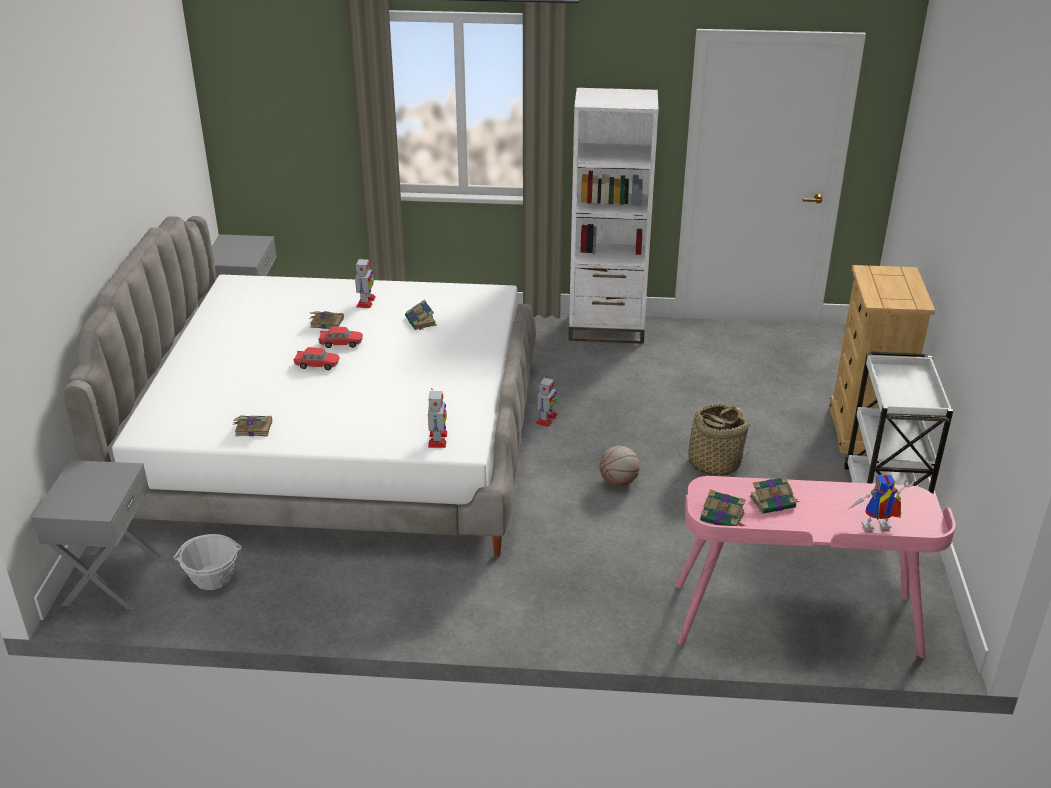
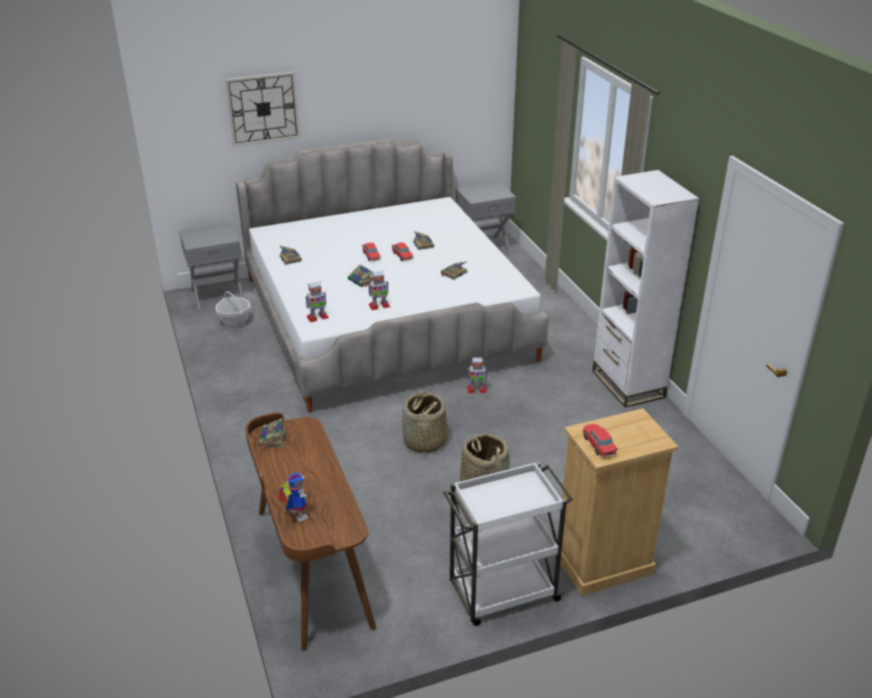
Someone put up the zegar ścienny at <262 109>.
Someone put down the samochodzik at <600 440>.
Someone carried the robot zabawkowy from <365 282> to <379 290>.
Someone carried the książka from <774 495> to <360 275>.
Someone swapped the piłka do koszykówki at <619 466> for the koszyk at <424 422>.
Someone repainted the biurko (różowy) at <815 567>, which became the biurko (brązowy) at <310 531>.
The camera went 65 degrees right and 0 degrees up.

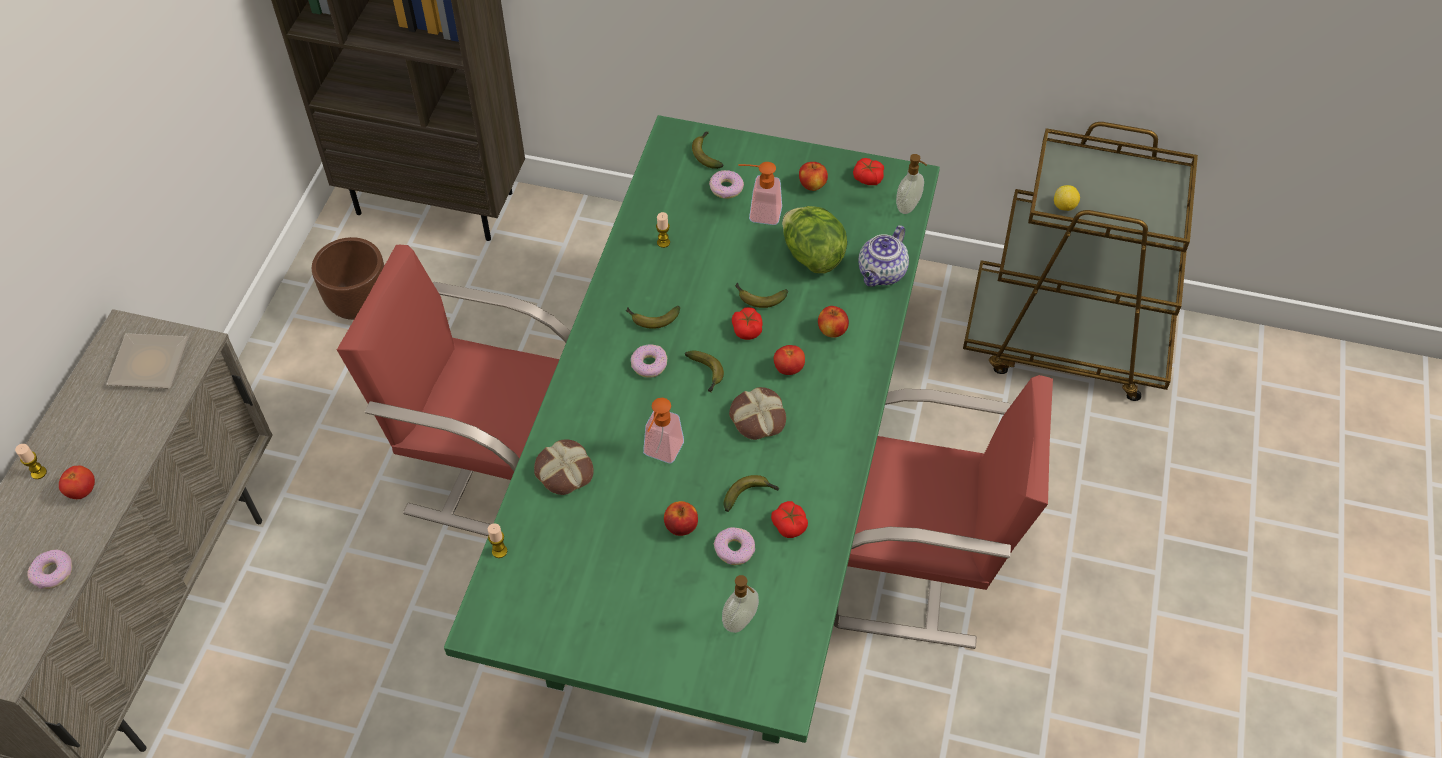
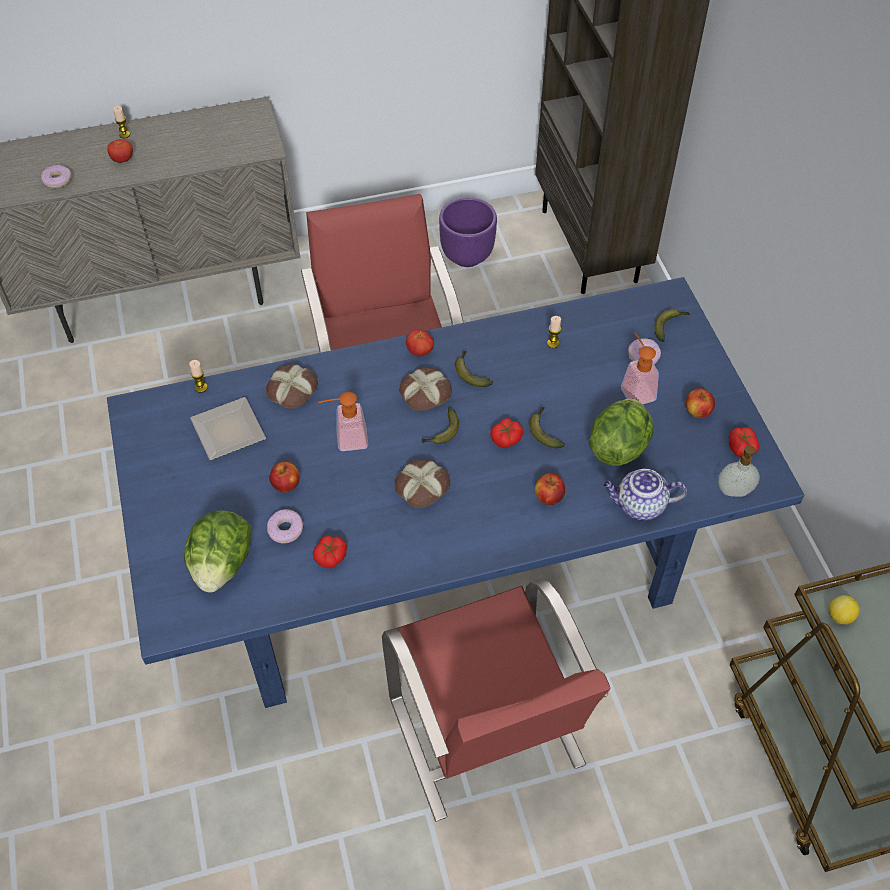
Someone took away the banan at <751 493>.
Someone carried the talerz from <147 360> to <228 428>.
Someone carried the pomidor from <789 360> to <420 342>.
Someone swapped the donut at <649 361> for the chleb at <425 389>.
Someone swapped the dozownik mydła at <740 604> for the sałata at <218 552>.
Someone repainted the donica (brązowy) at <348 278>, which became the donica (fioletowy) at <468 232>.
Someone repainted the stół jadalny (zielony) at <692 429>, which became the stół jadalny (niebieski) at <455 492>.
The camera went 60 degrees right and 0 degrees up.

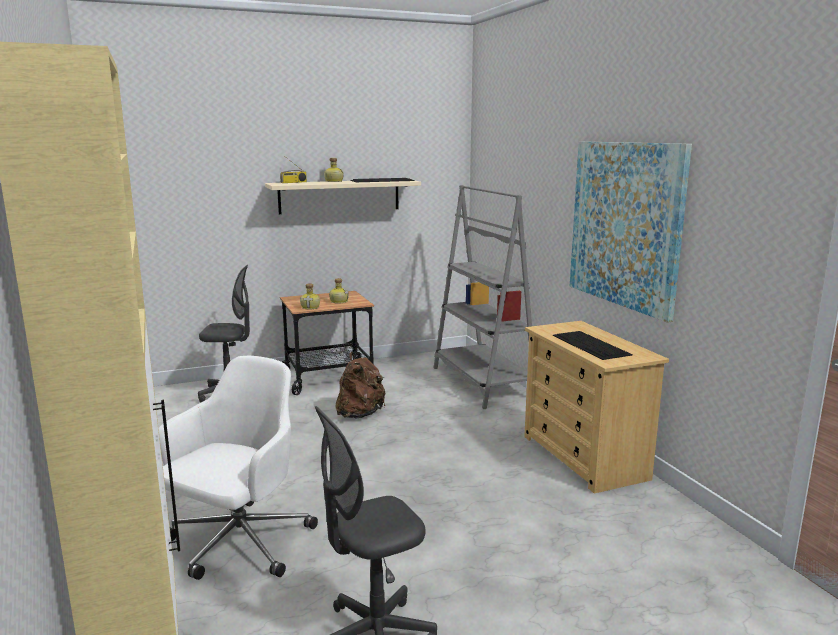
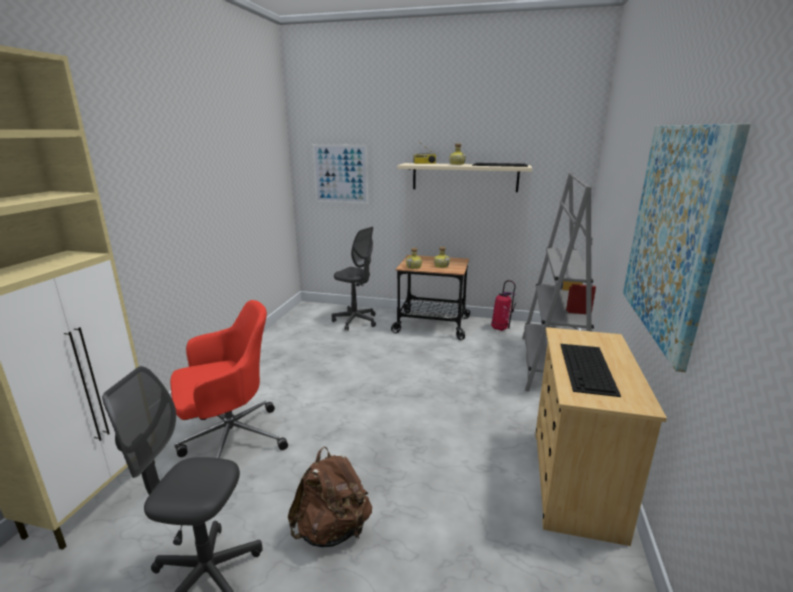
Someone put up the obraz at <340 174>.
Someone put down the gaśnica at <503 305>.
Someone carried the plecak (brązowy) from <360 385> to <330 497>.
Someone repainted the krzesło biurowe (biały) at <238 468>, which became the krzesło biurowe (czerwony) at <229 379>.
The camera went 35 degrees right and 5 degrees up.

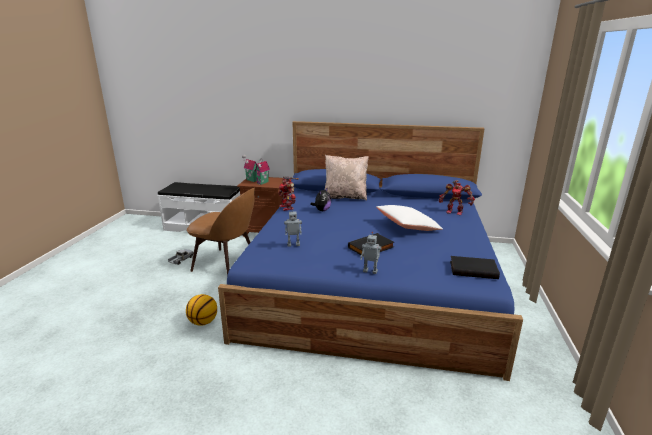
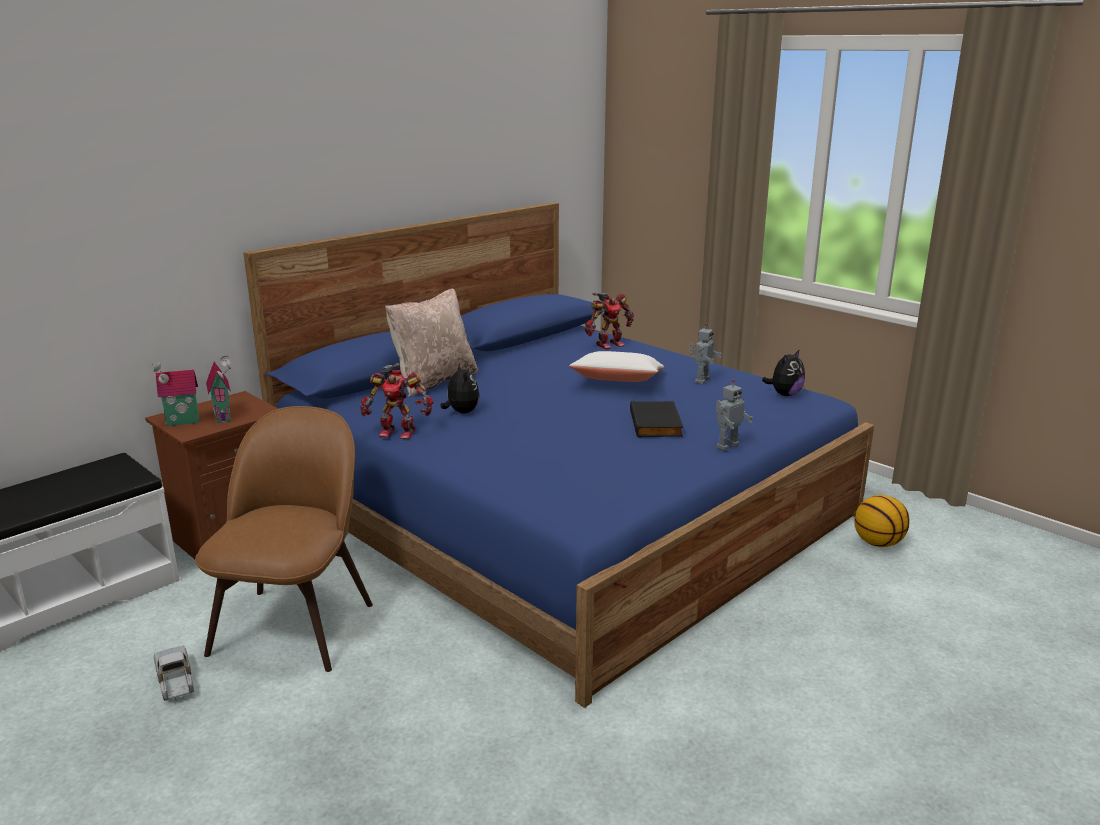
Someone carried the piłka do koszykówki from <201 310> to <882 521>.
Someone carried the robot zabawkowy from <293 227> to <705 353>.
Someone swapped the książka (czarny) at <475 267> for the pluszak at <783 372>.
Someone rotated the krzesło (brązowy) at <221 231> by 45 degrees counterclockwise.
The camera went 55 degrees left and 0 degrees up.

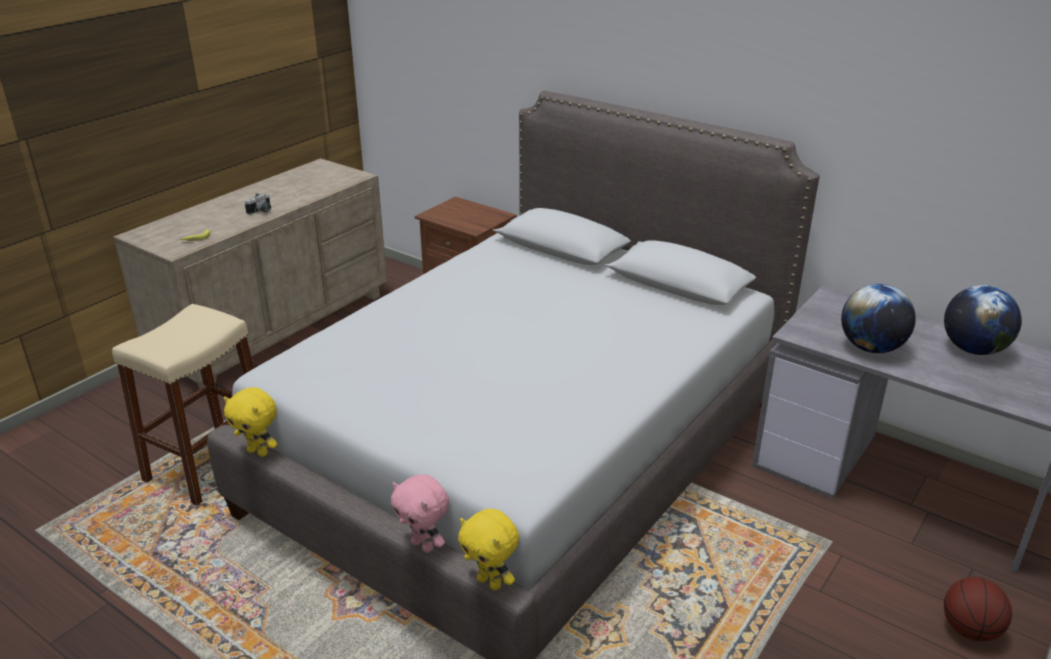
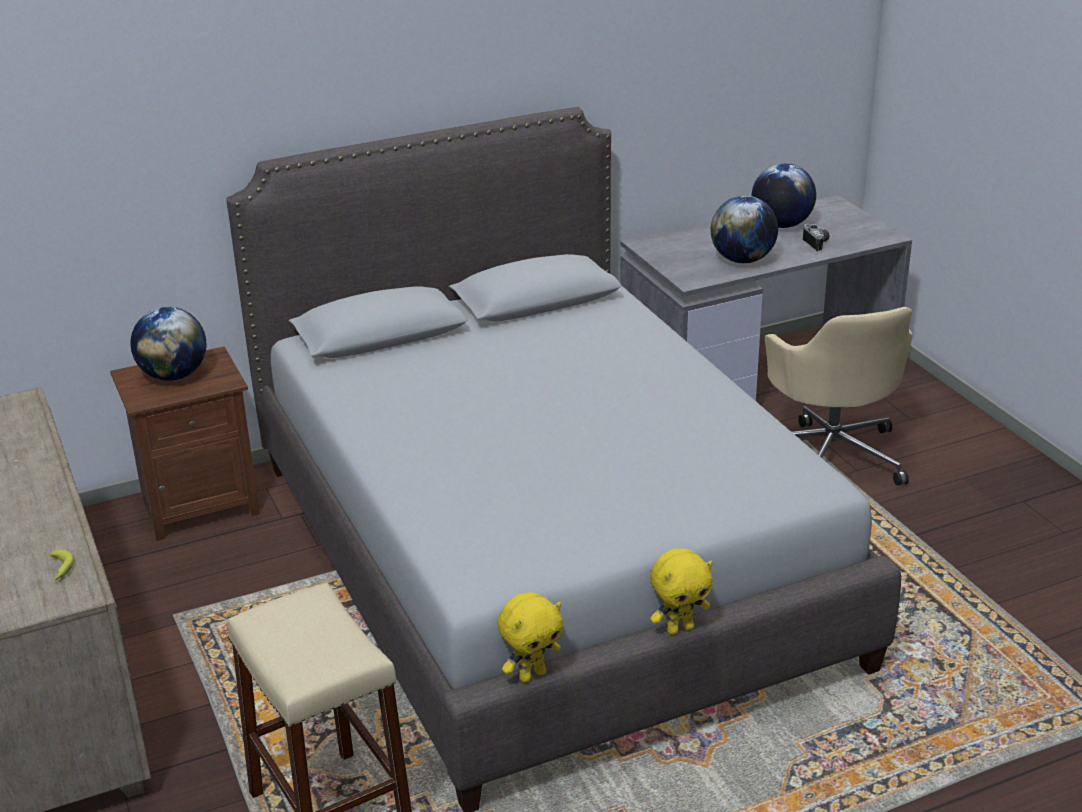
Someone took away the pluszak (różowy) at <420 513>.
Someone took away the piłka do koszykówki at <978 609>.
Someone put down the globus at <168 344>.
Someone put down the krzesło biurowe (beżowy) at <839 396>.
Someone carried the aparat fotograficzny from <258 204> to <816 237>.
Someone carried the pluszak (żółty) from <488 549> to <681 591>.
The camera went 60 degrees left and 0 degrees up.

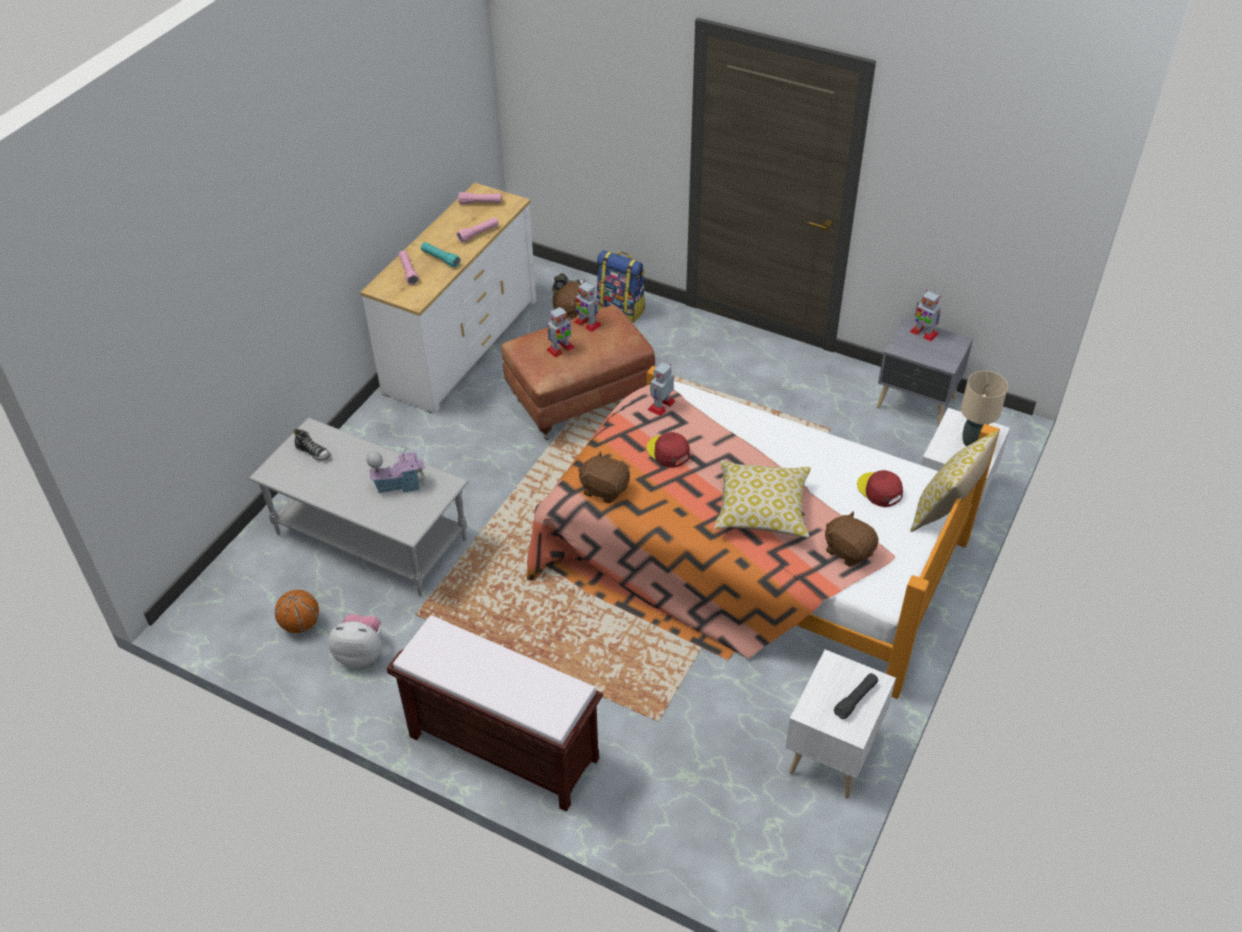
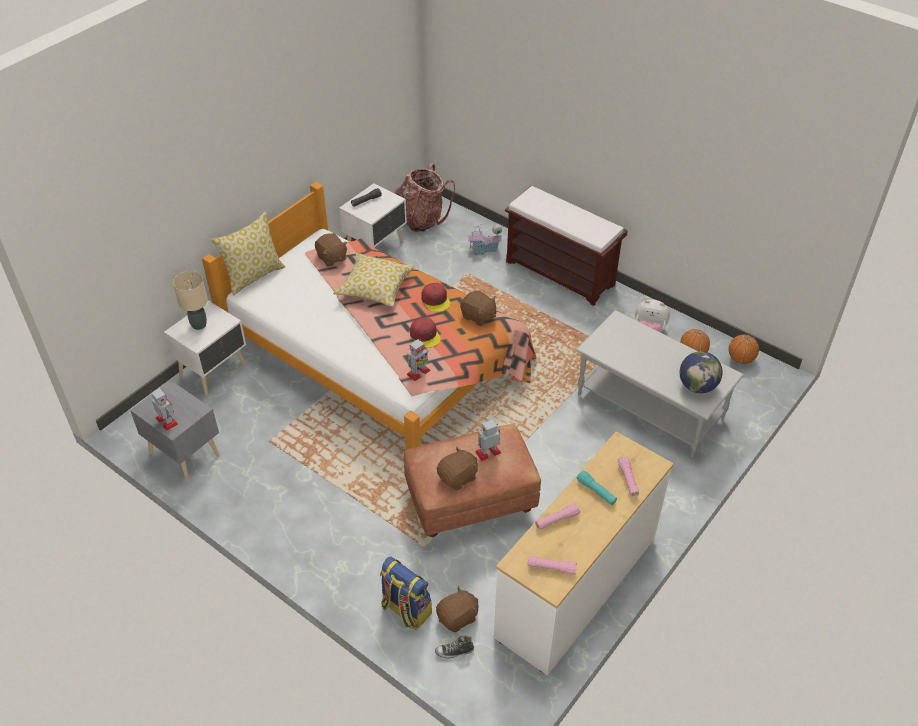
Someone put down the plecak at <424 197>.
Someone put down the piłka do koszykówki at <743 349>.
Someone carried the domek from <396 470> to <485 240>.
Someone carried the czapka z daszkiem (czerwony) from <880 488> to <436 297>.
Someone swapped the but at <312 444> for the globus at <701 372>.
Someone swapped the robot zabawkowy at <588 306> for the pluszak (brązowy) at <457 468>.
The camera went 170 degrees left and 0 degrees up.

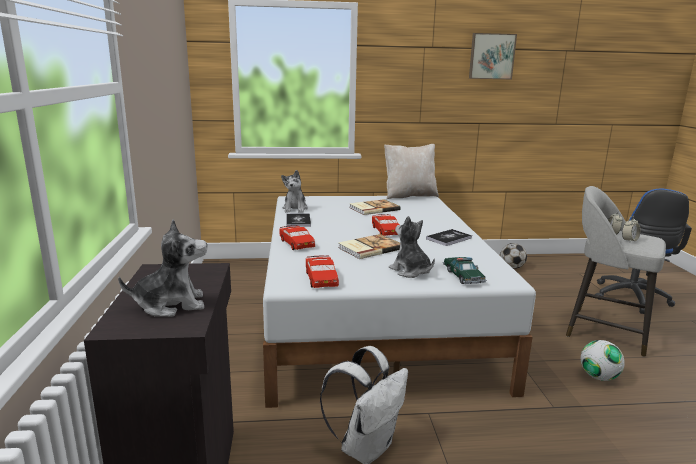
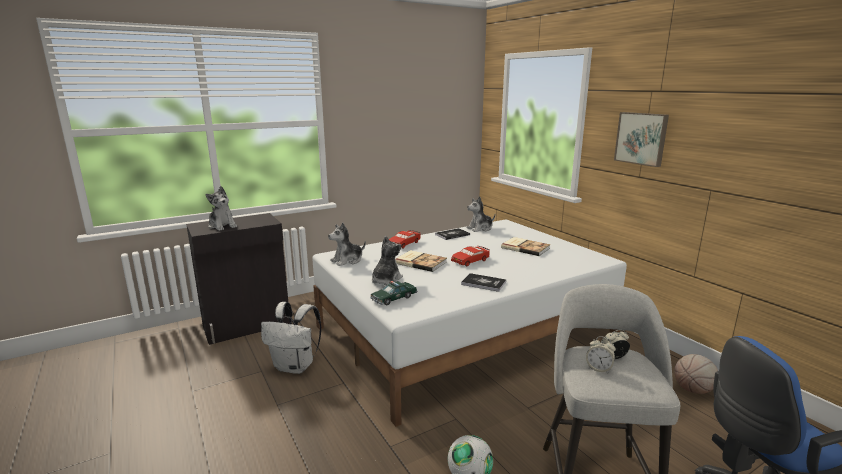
Someone took away the poduszka (beżowy) at <411 171>.
Someone carried the obraz from <493 56> to <641 139>.
Someone swapped the samochodzik (czerwony) at <322 271> for the pluszak at <347 244>.
Someone swapped the piłka futbolowa at <513 256> for the piłka do koszykówki at <696 374>.
The camera went 65 degrees right and 0 degrees up.

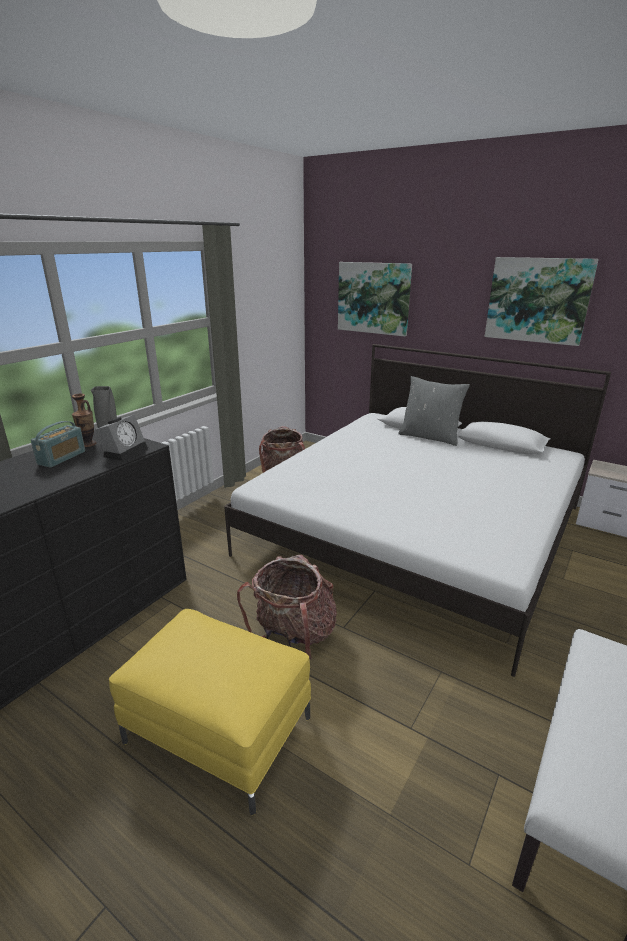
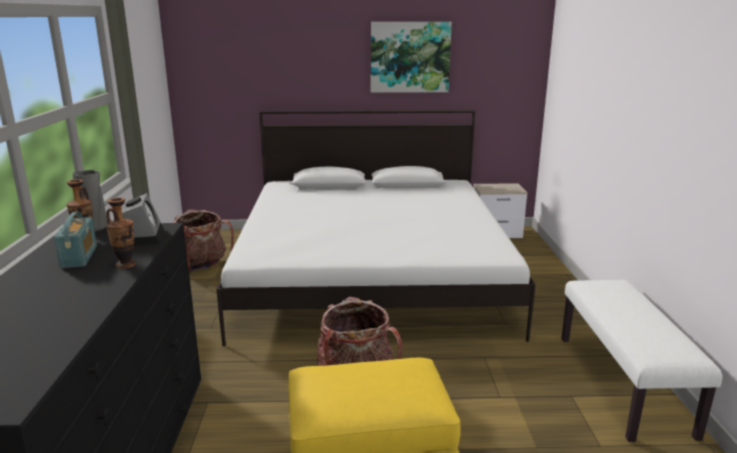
Someone took away the obraz at <375 299>.
Someone took away the poduszka (szary) at <434 411>.
Someone put down the wazon at <121 233>.
The camera went 35 degrees left and 5 degrees down.

